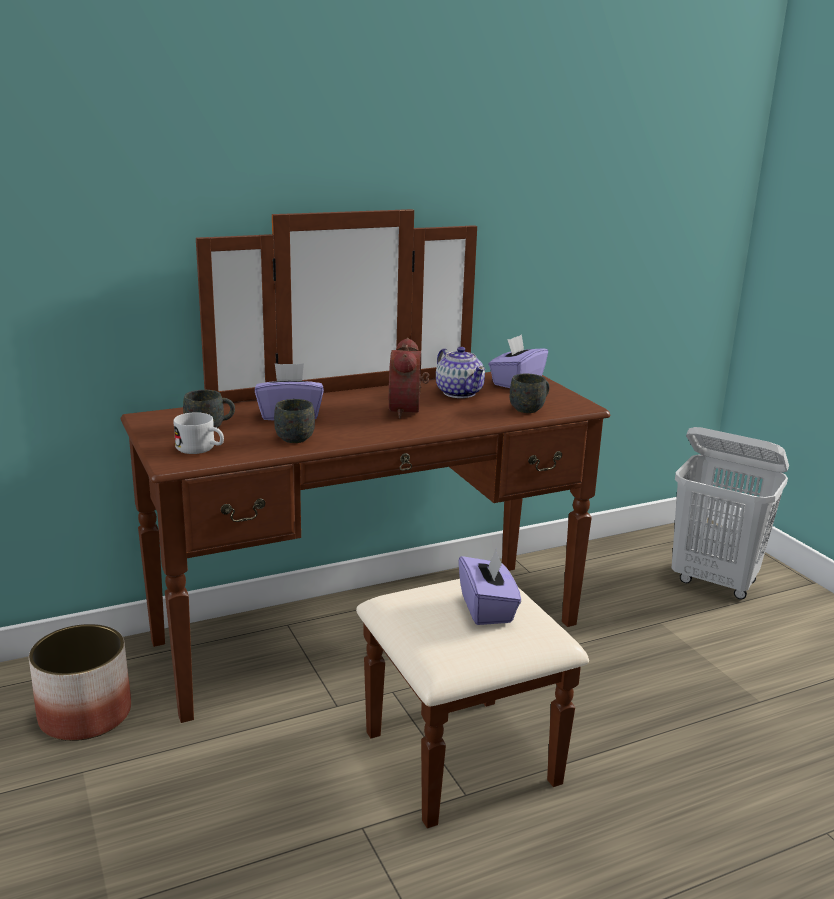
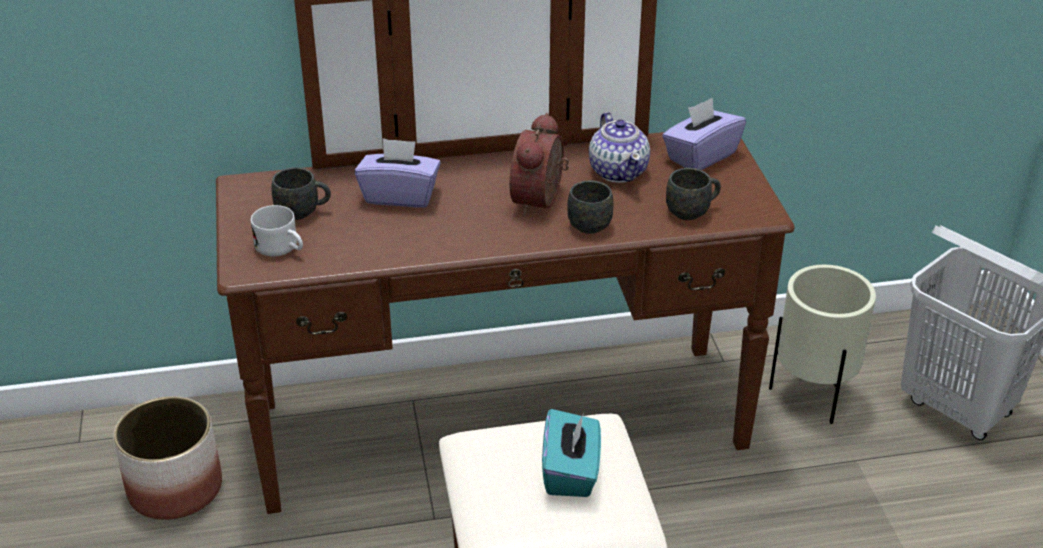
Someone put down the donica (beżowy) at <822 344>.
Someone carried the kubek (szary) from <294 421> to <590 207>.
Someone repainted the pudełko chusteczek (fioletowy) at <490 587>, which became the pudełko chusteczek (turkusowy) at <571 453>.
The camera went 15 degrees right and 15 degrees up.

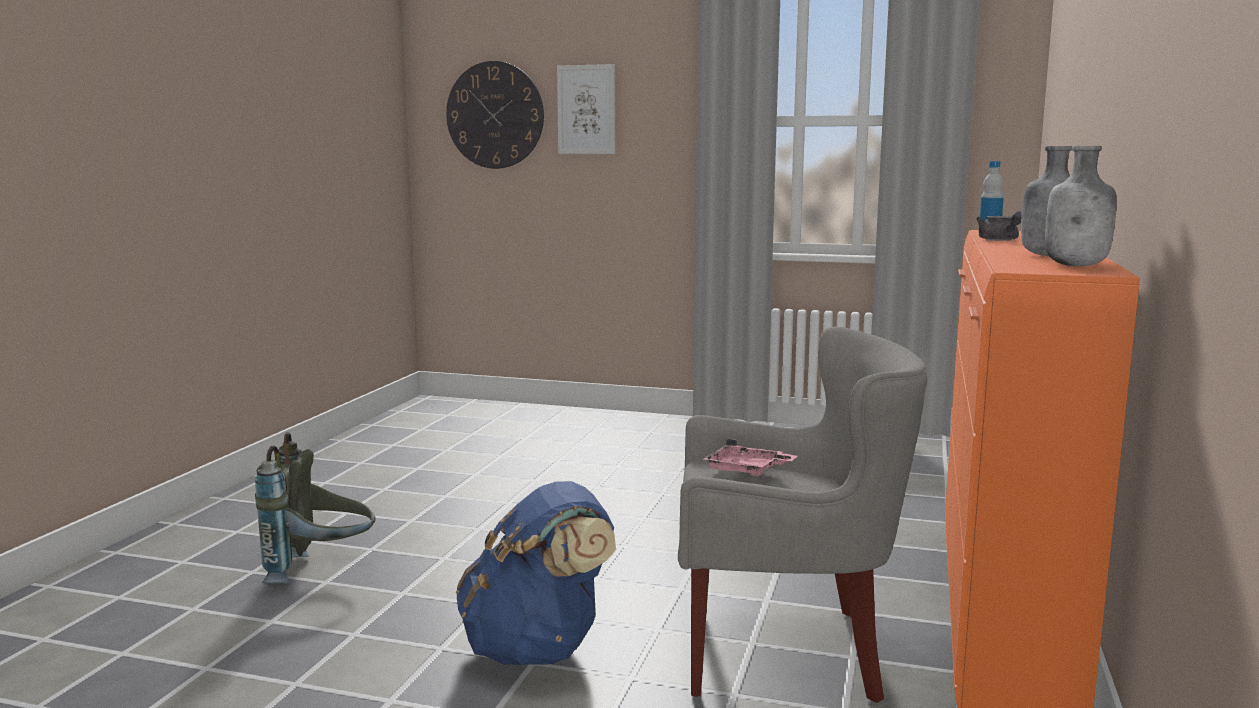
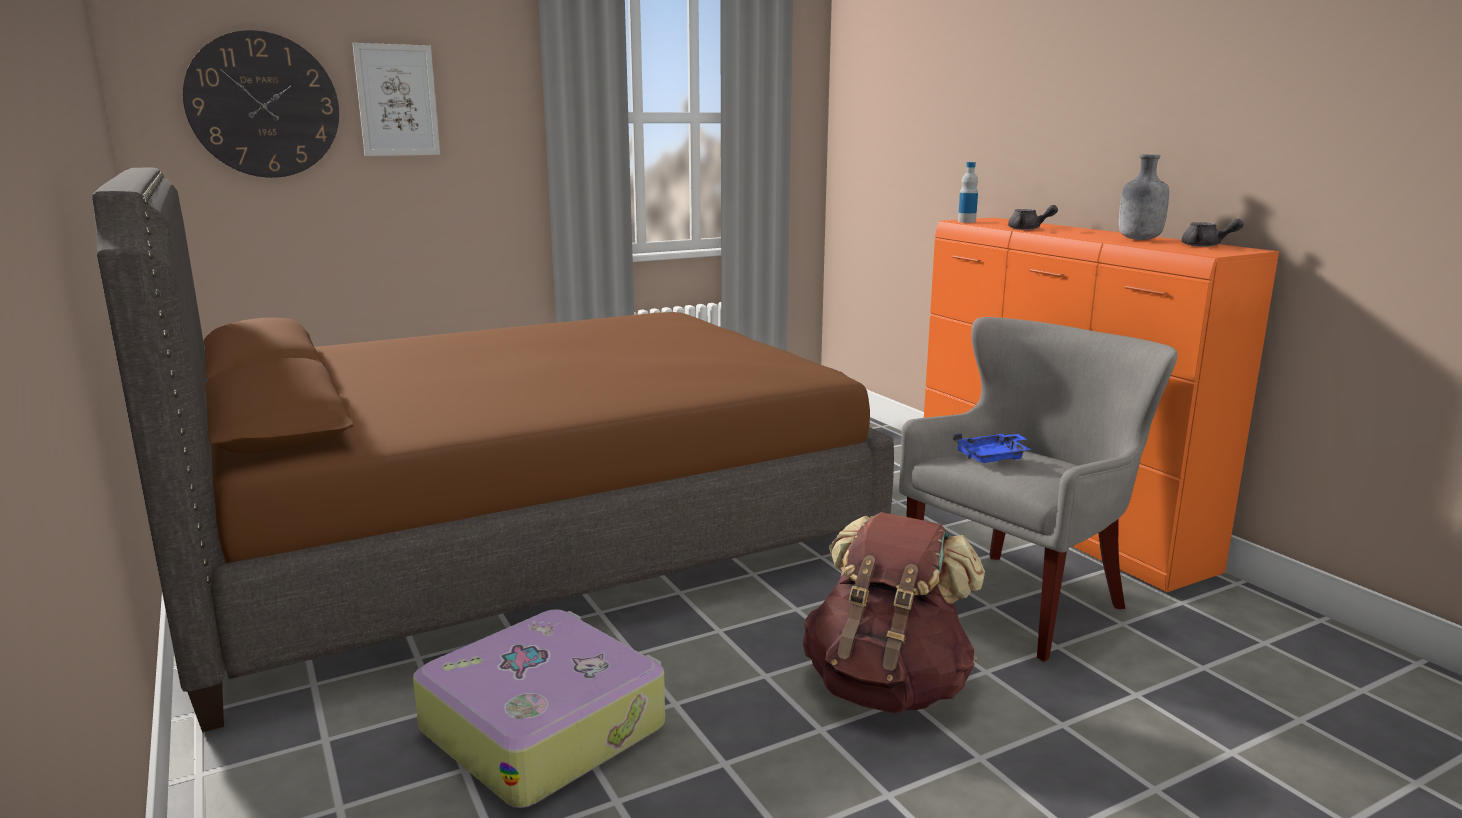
Someone put down the łóżko (brązowy) at <493 449>.
Someone swapped the plecak (szary) at <315 507> for the walizka at <539 708>.
Someone swapped the butelka (szary) at <1081 206> for the imbryk (szary) at <1212 233>.
Someone repainted the plecak (niebieski) at <536 573>, which became the plecak (brązowy) at <894 612>.
Someone repainted the taca (różowy) at <750 457>, which became the taca (niebieski) at <992 448>.
The camera went 45 degrees left and 5 degrees up.

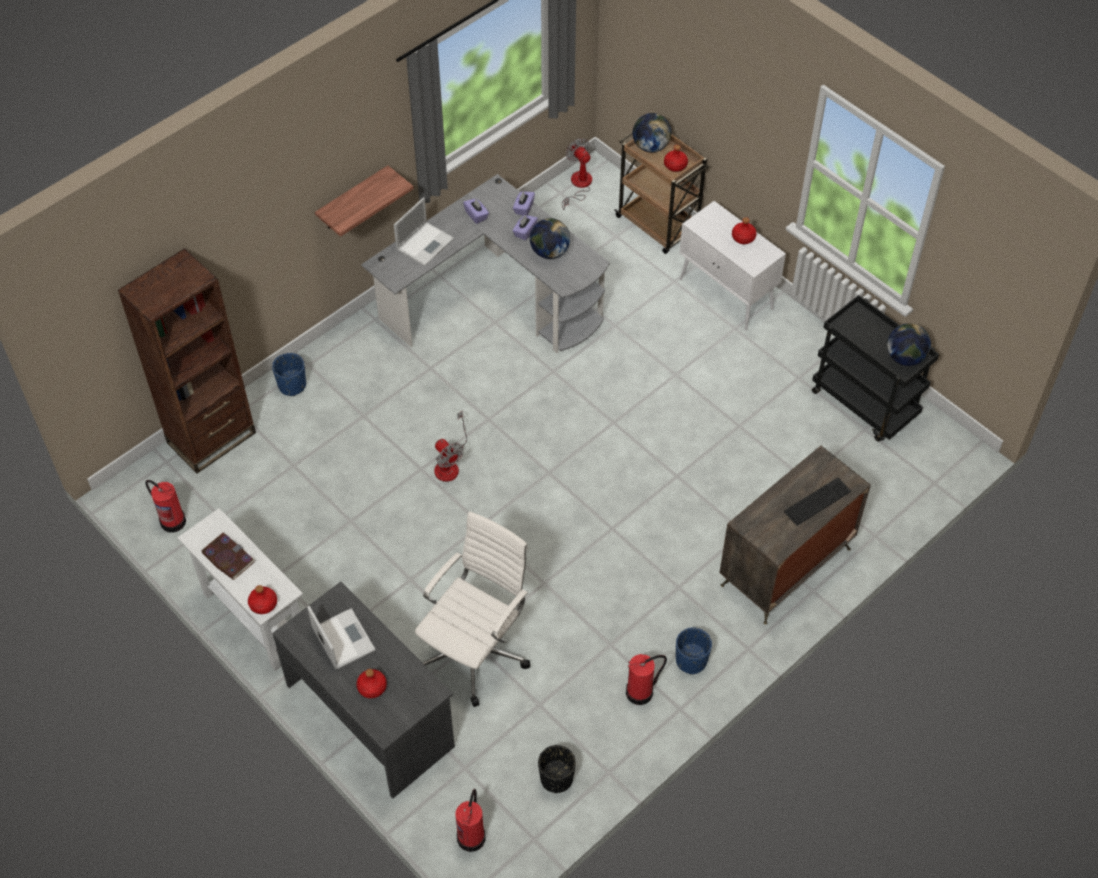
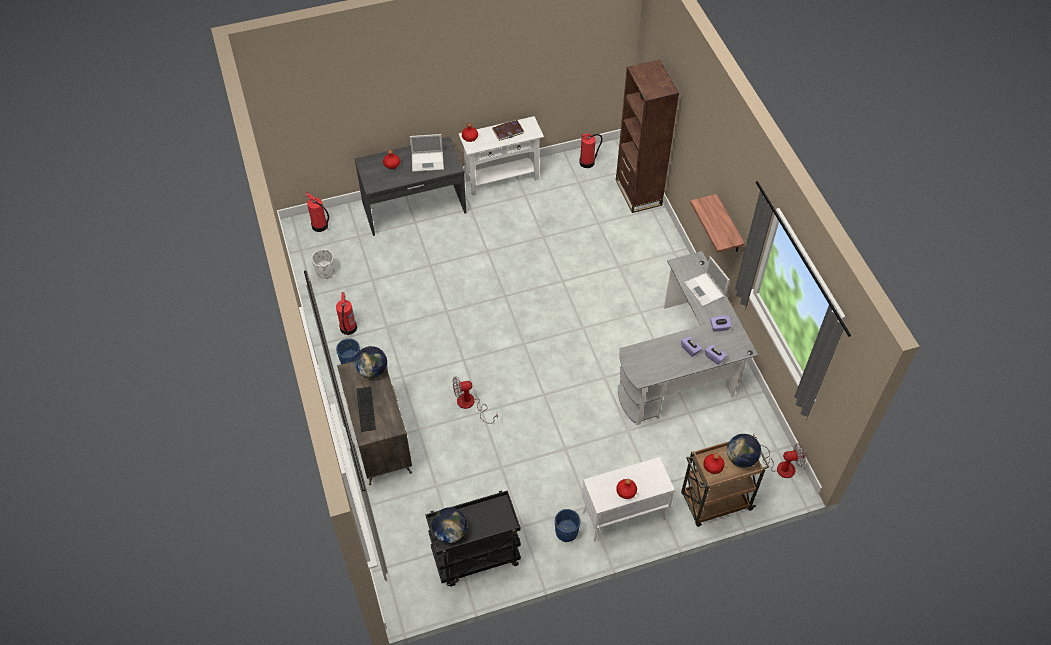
Someone took away the krzesło biurowe (biały) at <472 609>.
Someone carried the donica (niebieski) from <289 374> to <568 525>.
Someone carried the wentylator from <450 446> to <475 400>.
Someone carried the globus from <550 238> to <371 362>.
Someone repainted the donica (czarny) at <557 769>, which became the donica (biały) at <323 264>.
The camera went 115 degrees right and 0 degrees up.

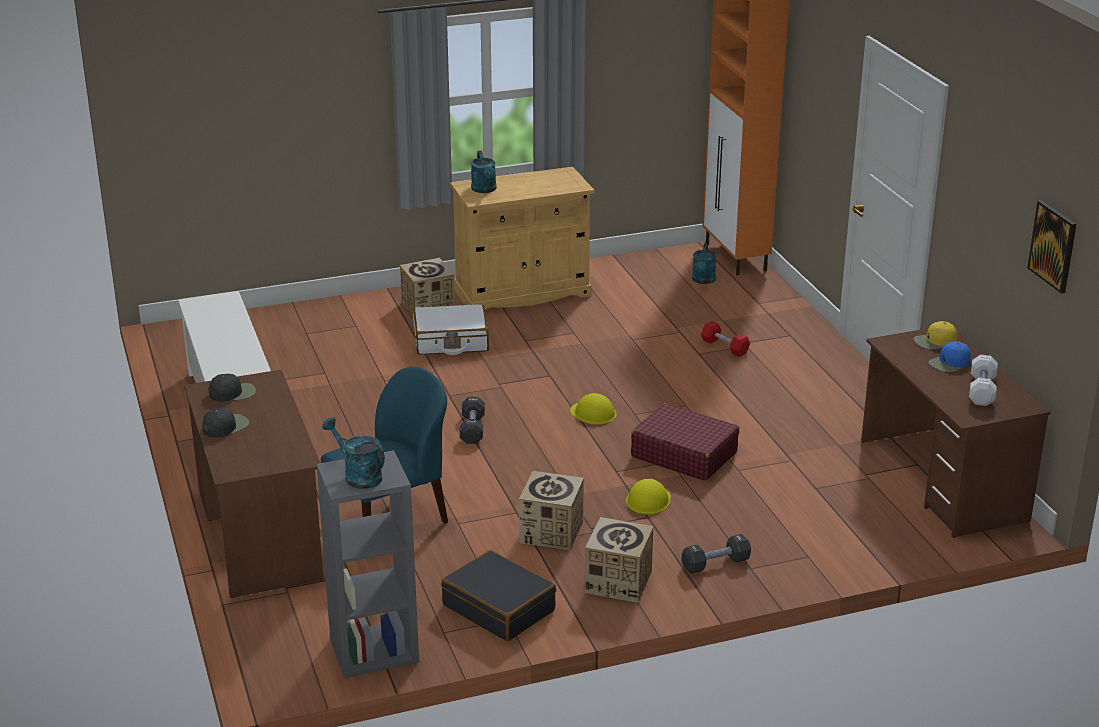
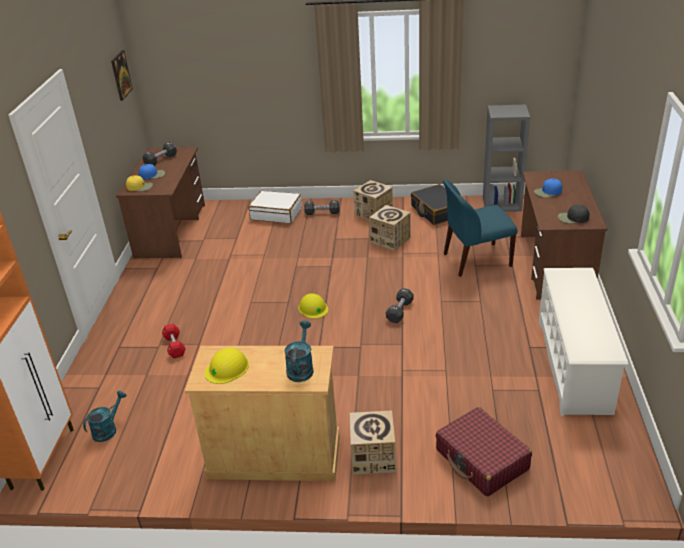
Someone took away the czapka z daszkiem (czarny) at <226 422>.
Someone took away the konewka (turkusowy) at <353 453>.
Someone put down the czapka z daszkiem (niebieski) at <548 188>.
Someone carried the walizka (biały) from <451 329> to <275 207>.
Someone carried the kask (żółty) from <648 496> to <226 366>.
Someone carried the walizka (czerwony) from <685 442> to <484 452>.
Someone repainted the hantel (biały) at <983 380>, which became the hantel (czarny) at <160 153>.
The camera went 155 degrees left and 5 degrees up.

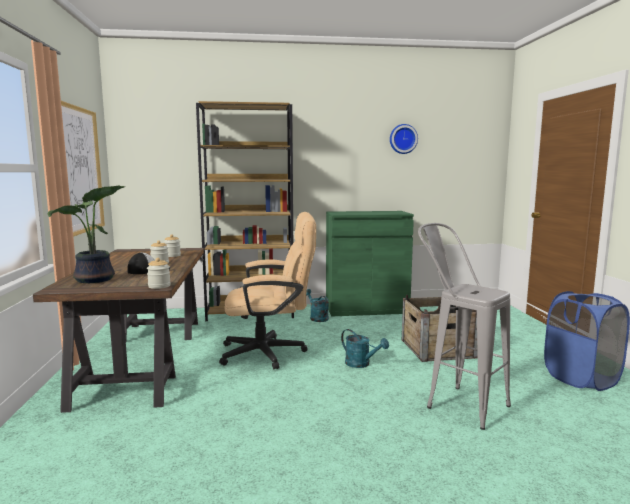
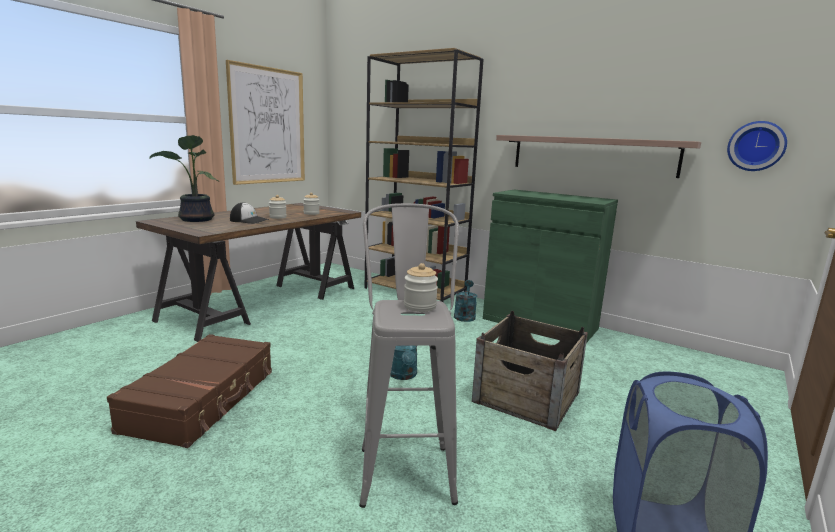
Someone took away the krzesło biurowe (beżowy) at <267 290>.
Someone put down the walizka (brązowy) at <189 391>.
Someone put up the półka at <598 156>.
Someone carried the słoik from <159 273> to <421 287>.
Someone carried the zegar ścienny from <404 139> to <757 146>.
The camera went 40 degrees right and 5 degrees up.

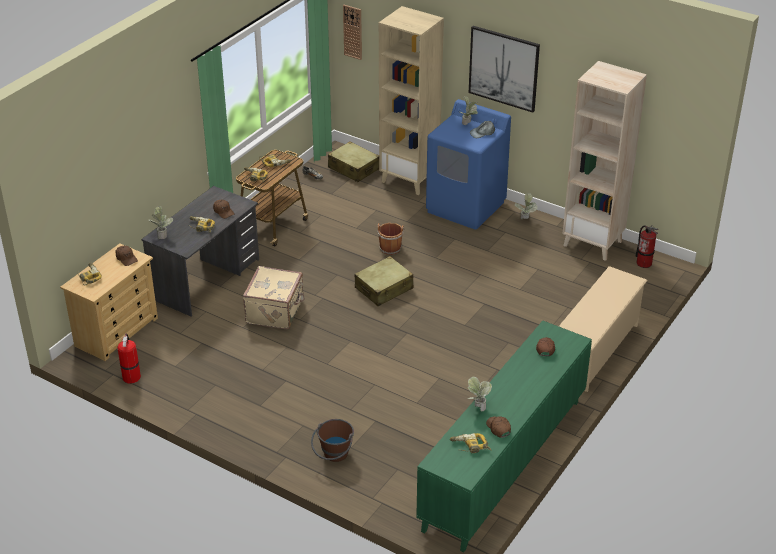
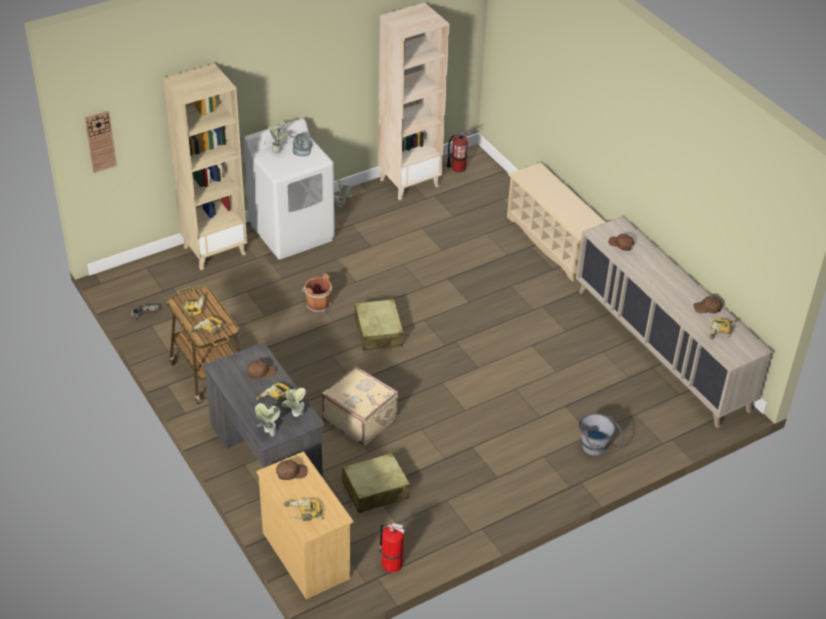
Someone took away the obraz at <504 69>.
Someone carried the walizka (beżowy) from <353 161> to <376 483>.
Someone carried the roślina doniczkowa from <480 394> to <294 402>.
Someone repainted the wiadro (brązowy) at <332 440>, which became the wiadro (szary) at <601 434>.
Someone repainted the szafka (zielony) at <504 436>, which became the szafka (beżowy) at <674 322>.
Someone repainted the pralka (niebieski) at <468 164>, which became the pralka (biały) at <289 189>.
The camera went 65 degrees left and 5 degrees up.

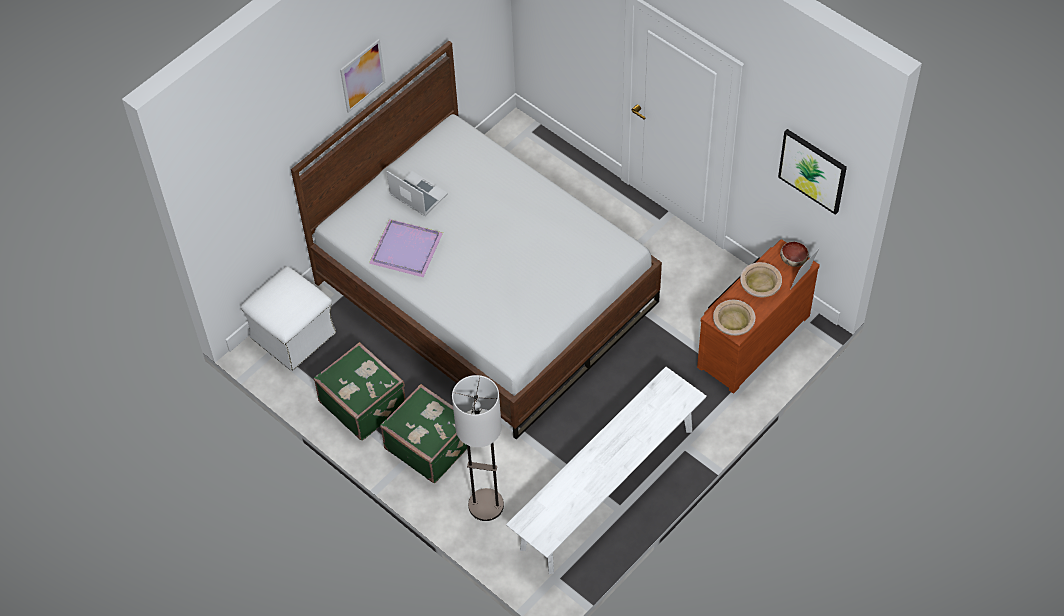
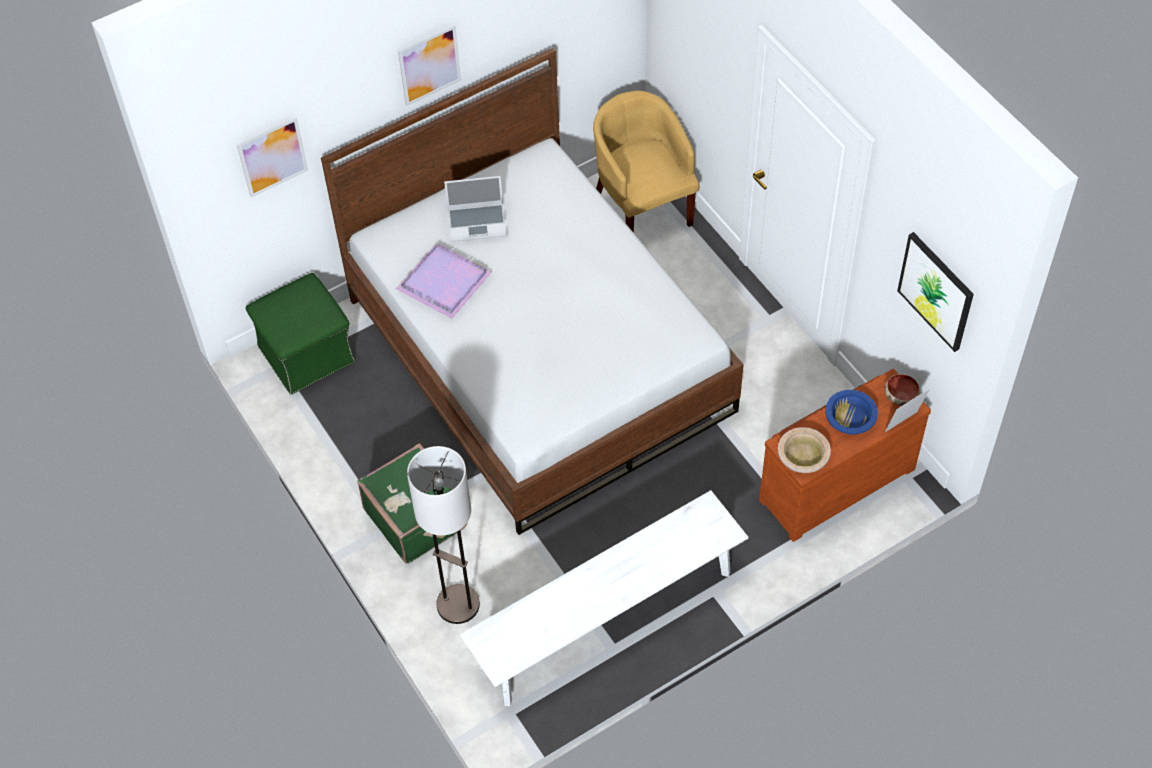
Someone took away the walizka (zielony) at <360 391>.
Someone put up the obraz at <272 157>.
Someone put down the fotel (żółty) at <646 162>.
Someone repainted the pufa (biały) at <288 318>, which became the pufa (zielony) at <300 334>.
Someone repainted the miska (beżowy) at <761 279>, which became the miska (niebieski) at <851 412>.
Someone rotated the laptop at <417 193> by 120 degrees clockwise.
The camera went 15 degrees right and 0 degrees up.

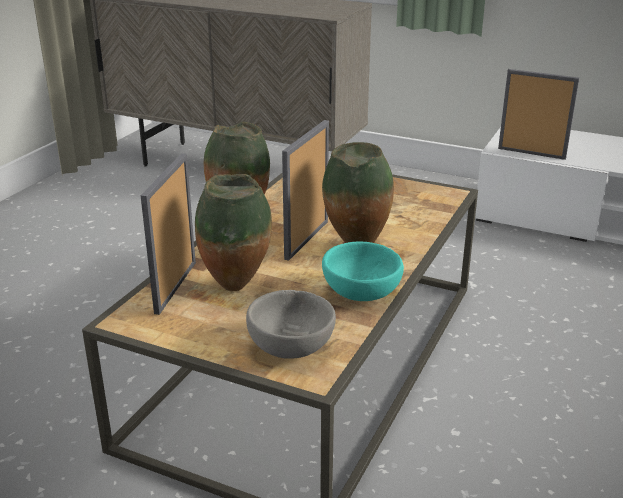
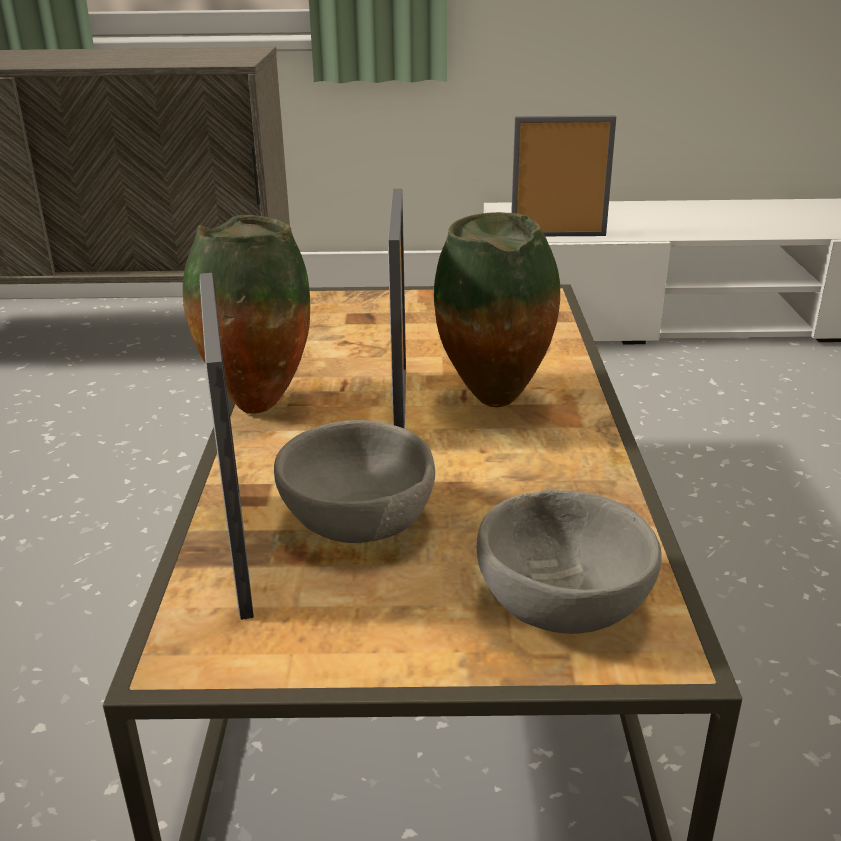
Someone took away the miska (turkusowy) at <363 271>.
Someone swapped the wazon at <233 232> for the miska (szary) at <354 481>.
The camera went 25 degrees left and 0 degrees up.

